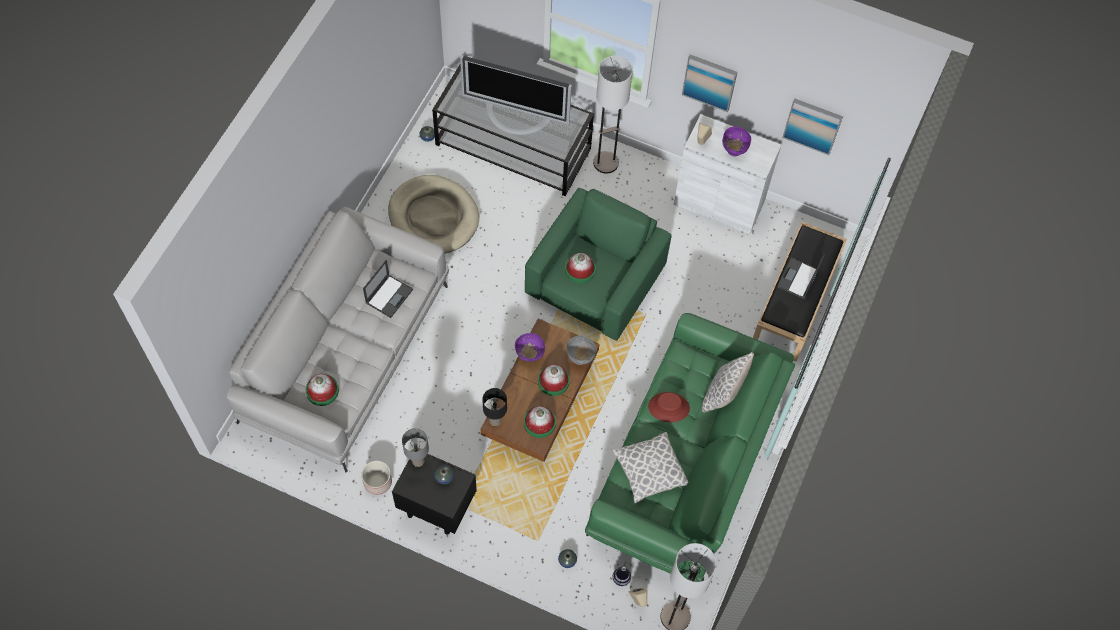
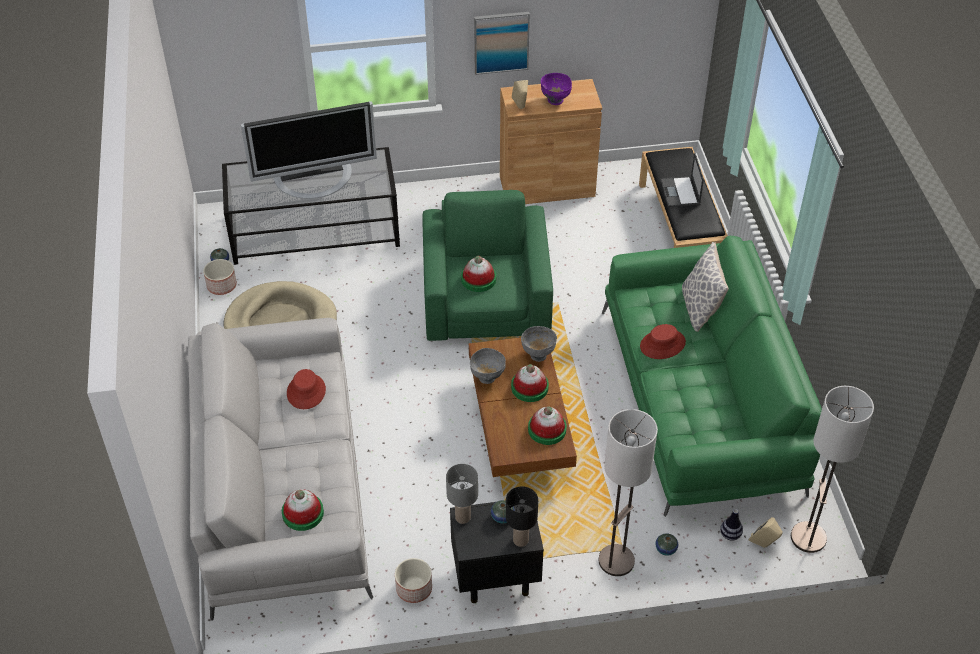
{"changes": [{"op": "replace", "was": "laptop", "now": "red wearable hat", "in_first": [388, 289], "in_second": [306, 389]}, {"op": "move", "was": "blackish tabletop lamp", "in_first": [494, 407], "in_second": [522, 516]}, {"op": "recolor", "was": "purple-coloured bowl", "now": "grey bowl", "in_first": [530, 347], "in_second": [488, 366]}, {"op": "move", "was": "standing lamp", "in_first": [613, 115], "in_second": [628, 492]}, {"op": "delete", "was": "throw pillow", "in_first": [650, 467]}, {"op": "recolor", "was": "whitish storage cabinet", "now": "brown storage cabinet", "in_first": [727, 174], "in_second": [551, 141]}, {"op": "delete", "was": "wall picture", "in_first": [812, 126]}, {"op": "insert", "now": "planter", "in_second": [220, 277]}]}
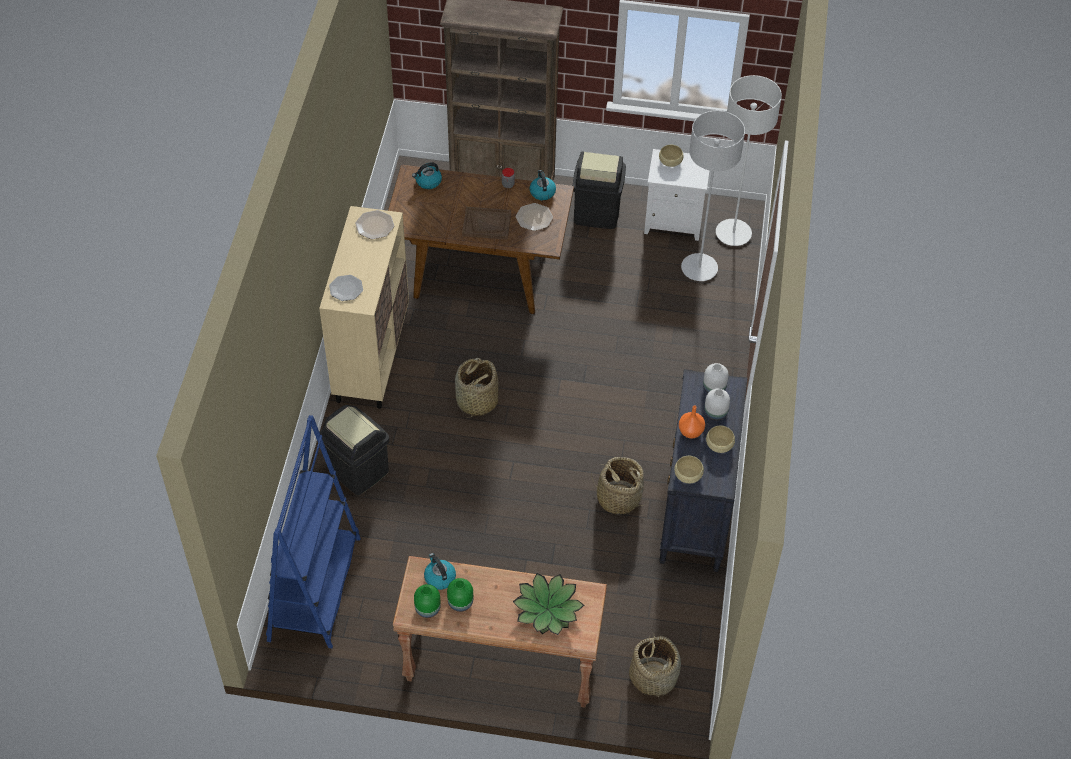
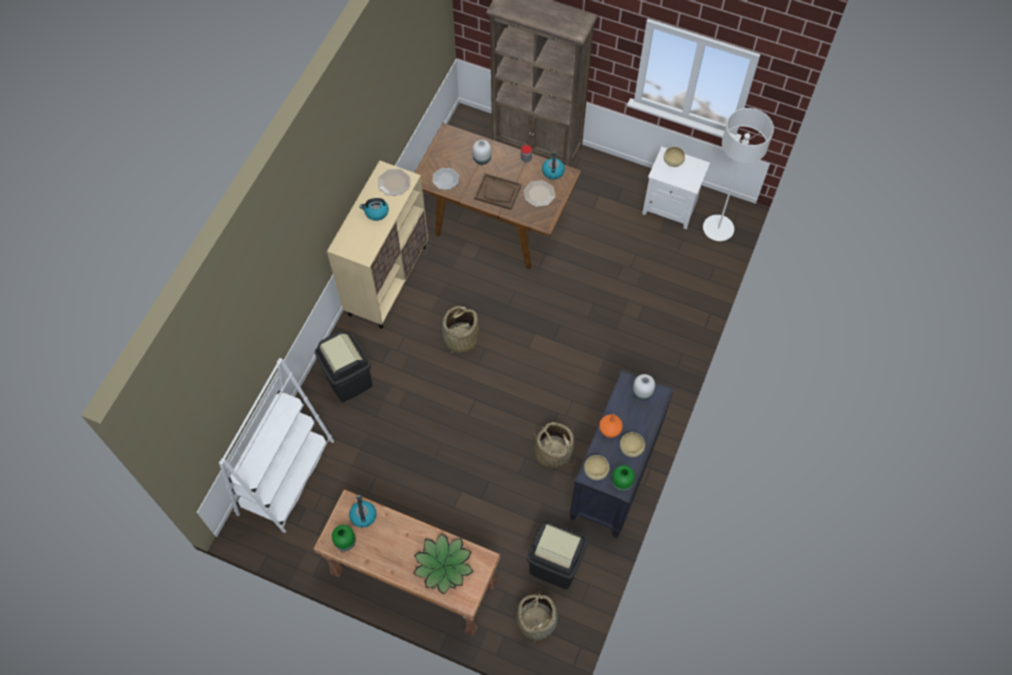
{"changes": [{"op": "recolor", "was": "blue shelving unit", "now": "whitish shelving unit", "in_first": [313, 531], "in_second": [276, 445]}, {"op": "move", "was": "flat dish", "in_first": [346, 288], "in_second": [445, 179]}, {"op": "move", "was": "water kettle", "in_first": [427, 175], "in_second": [374, 209]}, {"op": "move", "was": "greenish decorative vase", "in_first": [460, 595], "in_second": [623, 478]}, {"op": "move", "was": "blackish trash can", "in_first": [599, 190], "in_second": [557, 555]}, {"op": "delete", "was": "grey standing lamp", "in_first": [713, 195]}, {"op": "move", "was": "whitish decorative vase", "in_first": [717, 404], "in_second": [482, 152]}]}
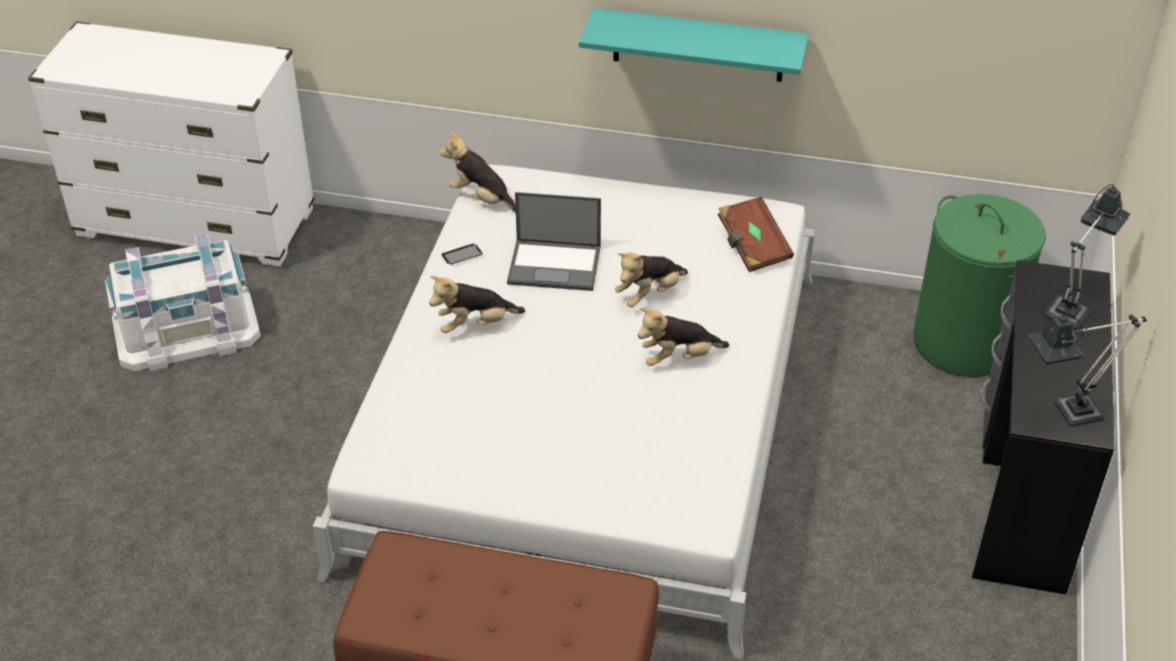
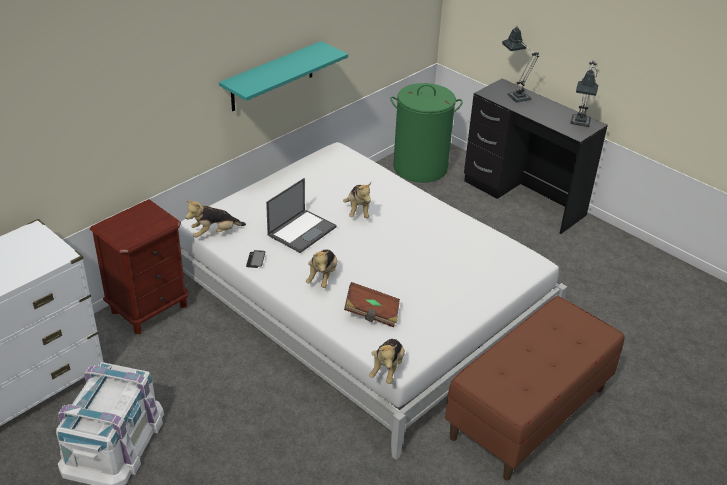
{"changes": [{"op": "move", "was": "cuddly toy", "in_first": [683, 337], "in_second": [387, 361]}, {"op": "move", "was": "brown bound book", "in_first": [756, 234], "in_second": [372, 304]}, {"op": "insert", "now": "brown bedside table", "in_second": [139, 266]}]}
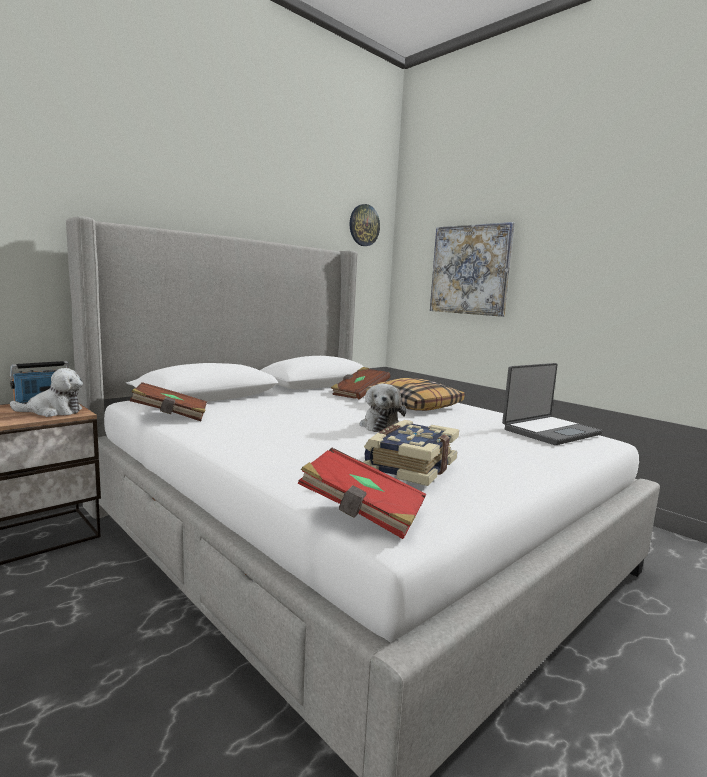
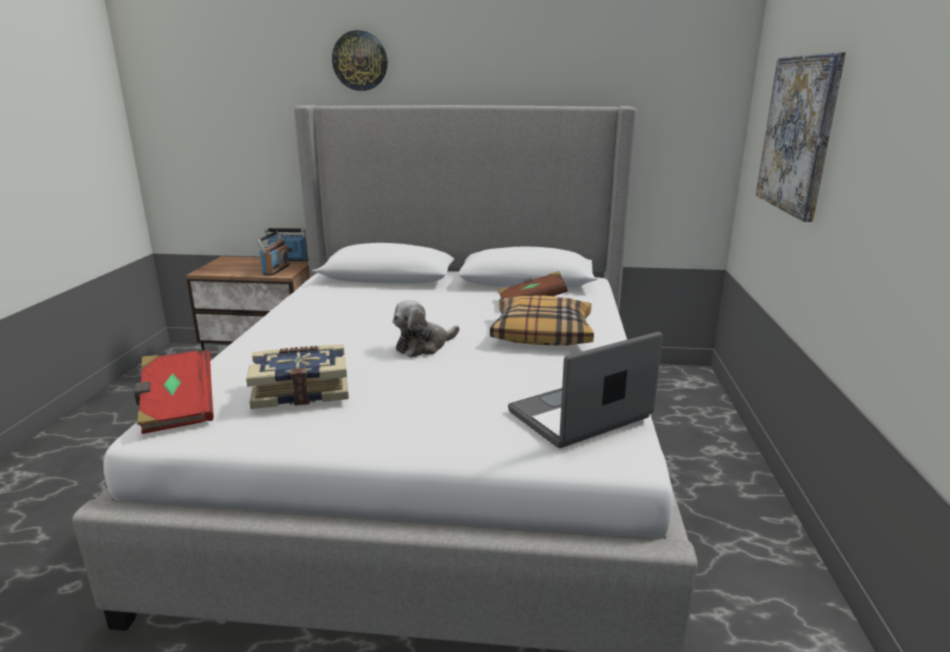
{"changes": [{"op": "replace", "was": "cuddly toy", "now": "radio receiver", "in_first": [46, 392], "in_second": [273, 253]}, {"op": "delete", "was": "brown bound book", "in_first": [168, 401]}, {"op": "move", "was": "hanging clock", "in_first": [365, 225], "in_second": [360, 60]}, {"op": "rotate", "was": "laptop", "in_first": [552, 404], "in_second": [585, 390], "clockwise": 135}]}
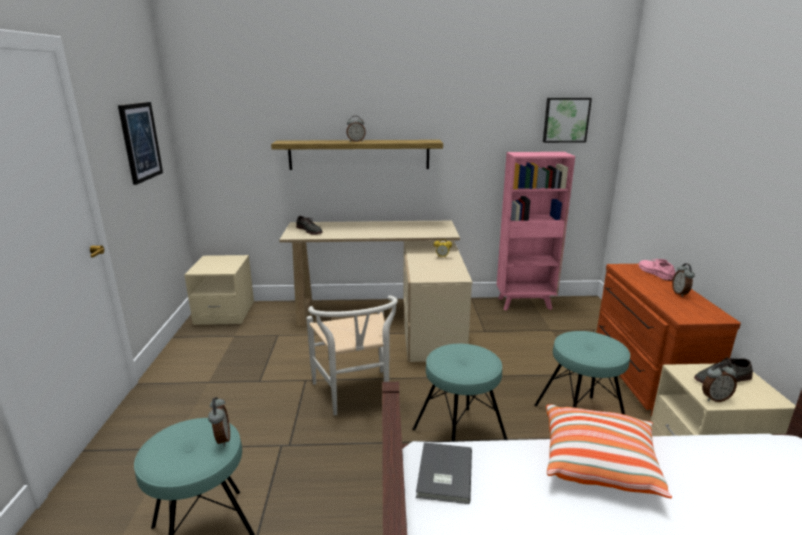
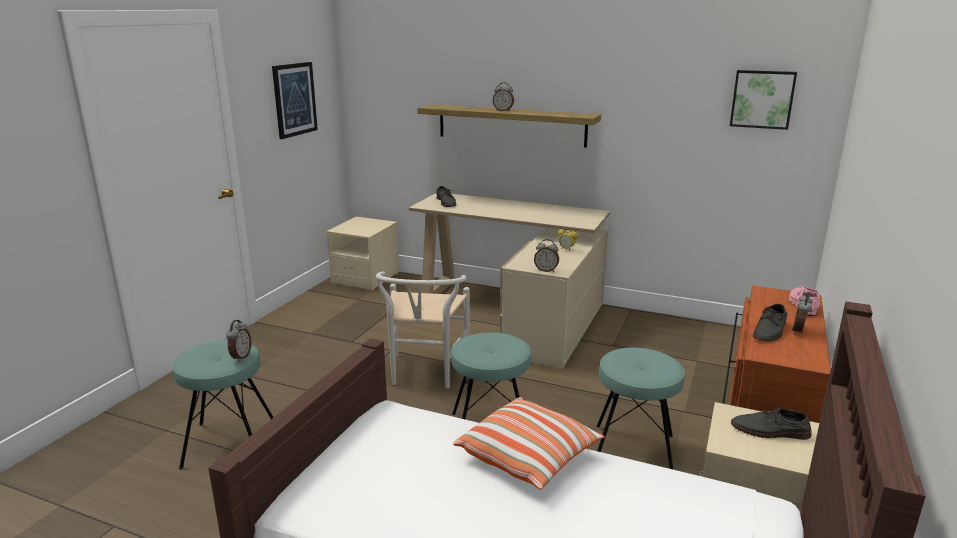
{"changes": [{"op": "delete", "was": "grey bound book", "in_first": [444, 473]}, {"op": "delete", "was": "pink-coloured shelving unit", "in_first": [536, 231]}, {"op": "move", "was": "bedside clock", "in_first": [719, 382], "in_second": [546, 255]}, {"op": "insert", "now": "grey item of footwear", "in_second": [770, 323]}]}
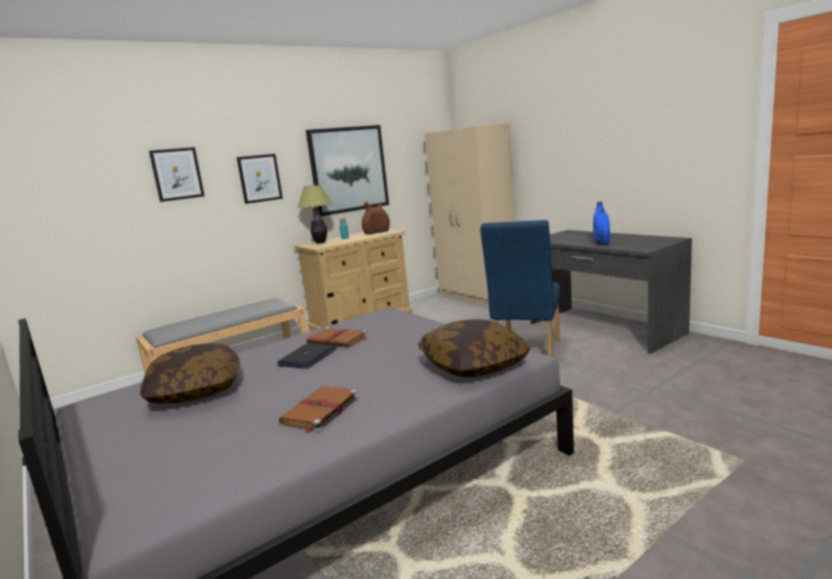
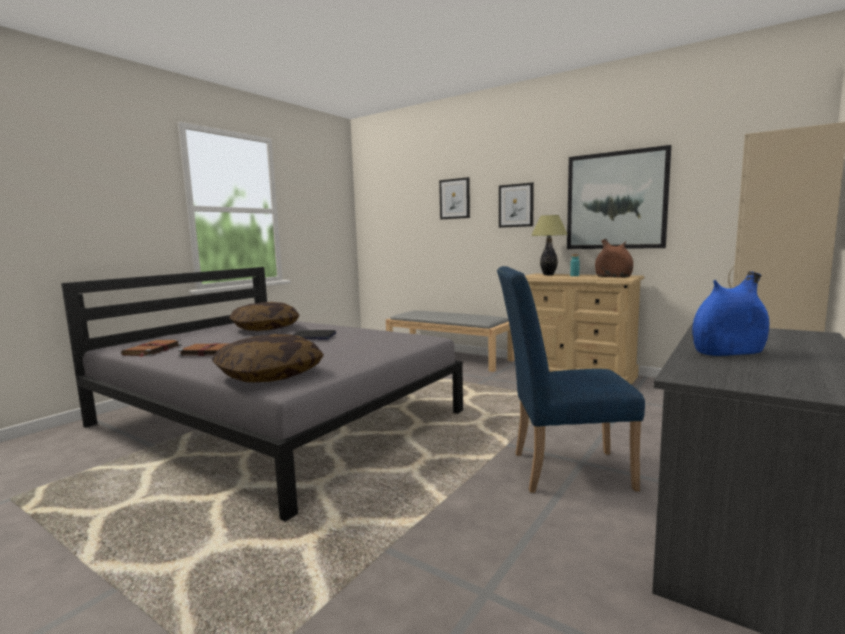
{"changes": [{"op": "move", "was": "brown bound book", "in_first": [337, 337], "in_second": [151, 348]}]}
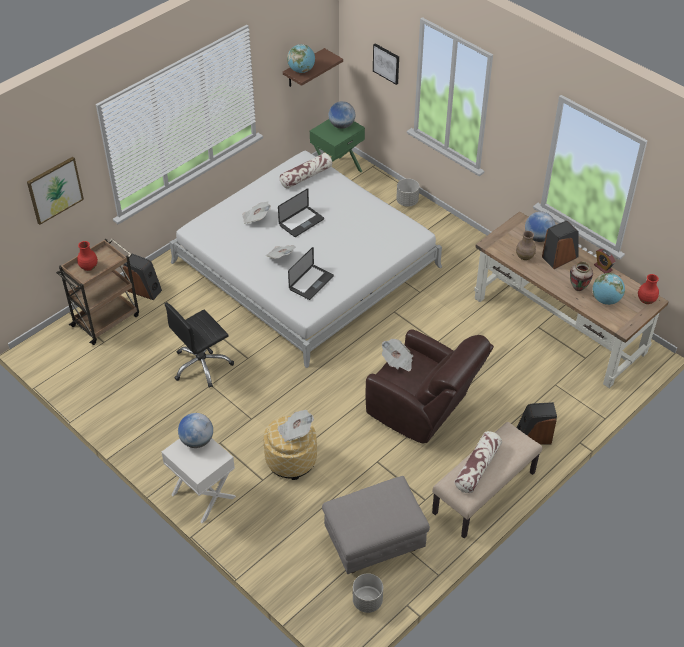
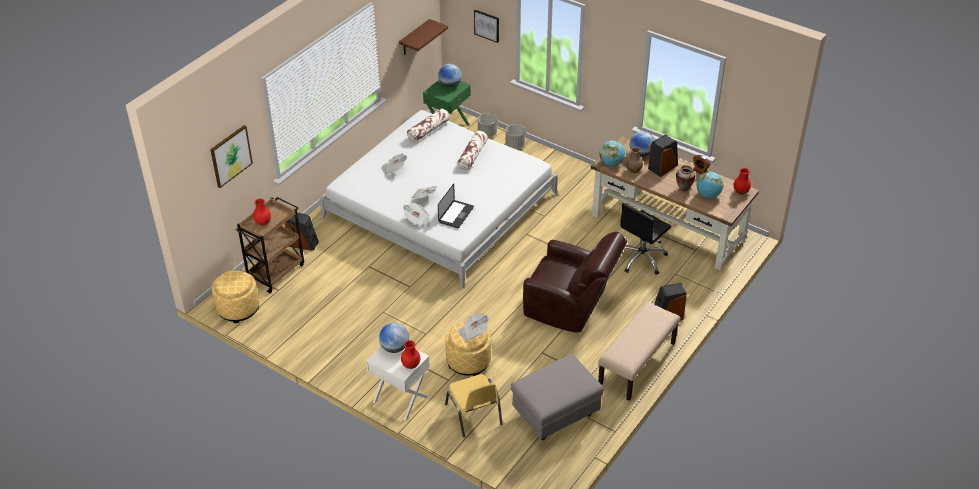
{"changes": [{"op": "move", "was": "blackish computer chair", "in_first": [199, 345], "in_second": [645, 239]}, {"op": "delete", "was": "laptop", "in_first": [301, 212]}, {"op": "move", "was": "world globe", "in_first": [301, 58], "in_second": [612, 153]}, {"op": "move", "was": "grey planter", "in_first": [368, 593], "in_second": [487, 125]}, {"op": "move", "was": "newspaper", "in_first": [397, 355], "in_second": [416, 215]}, {"op": "move", "was": "throw pillow", "in_first": [478, 462], "in_second": [472, 150]}, {"op": "insert", "now": "pouffe", "in_second": [235, 296]}, {"op": "insert", "now": "red decorative vase", "in_second": [411, 354]}, {"op": "insert", "now": "yellow upright chair", "in_second": [474, 405]}]}
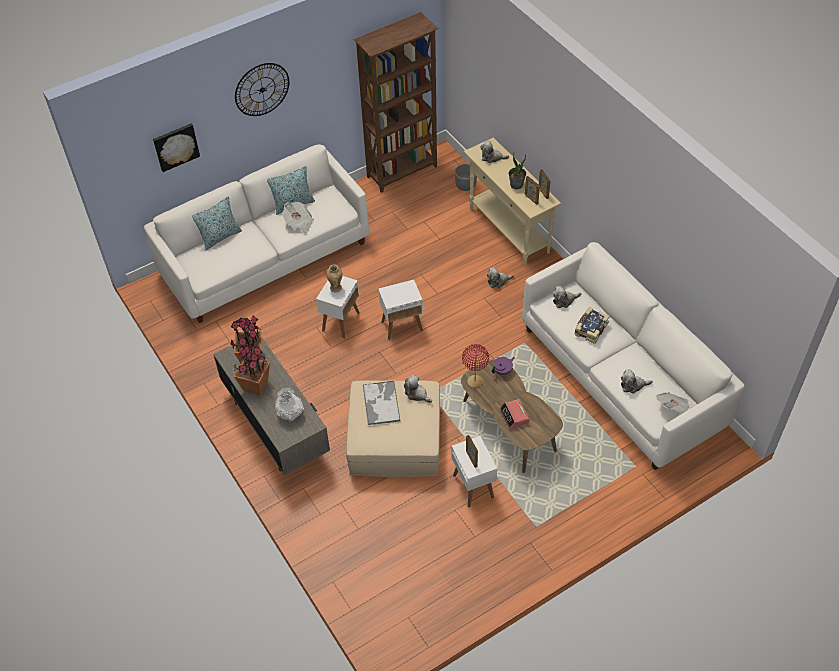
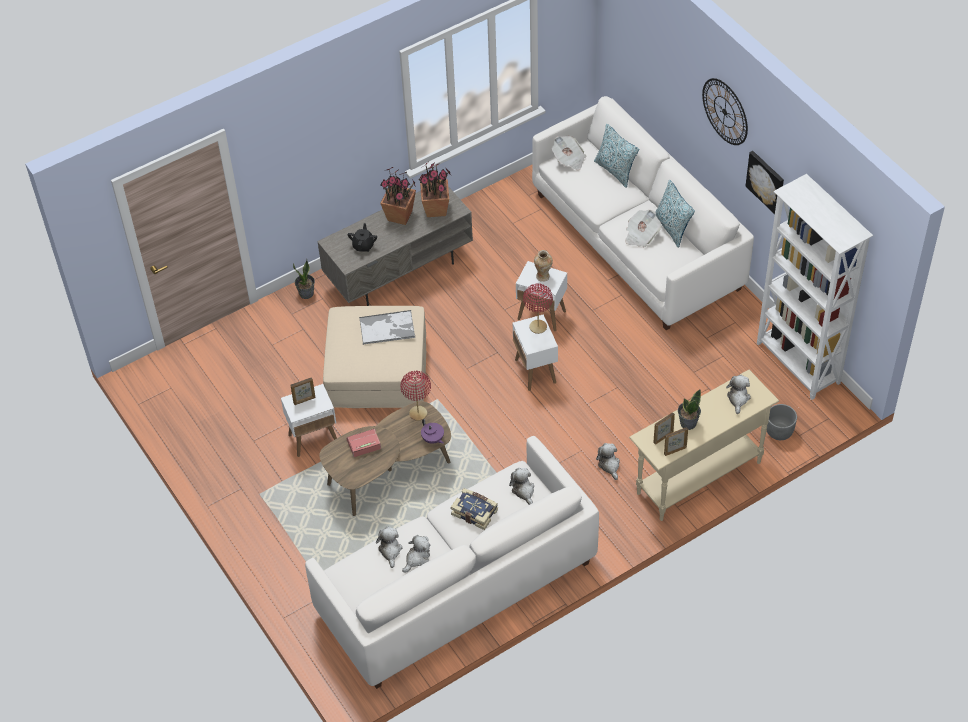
{"changes": [{"op": "move", "was": "wall picture", "in_first": [176, 148], "in_second": [765, 182]}, {"op": "replace", "was": "whitish decorative vase", "now": "blackish pot for tea", "in_first": [289, 404], "in_second": [362, 237]}, {"op": "recolor", "was": "brown shelving unit", "now": "whitish shelving unit", "in_first": [396, 102], "in_second": [815, 287]}, {"op": "move", "was": "cuddly toy", "in_first": [418, 389], "in_second": [416, 554]}, {"op": "move", "was": "newspaper", "in_first": [672, 402], "in_second": [569, 153]}, {"op": "insert", "now": "houseplant", "in_second": [304, 279]}, {"op": "insert", "now": "red tabletop lamp", "in_second": [538, 308]}]}
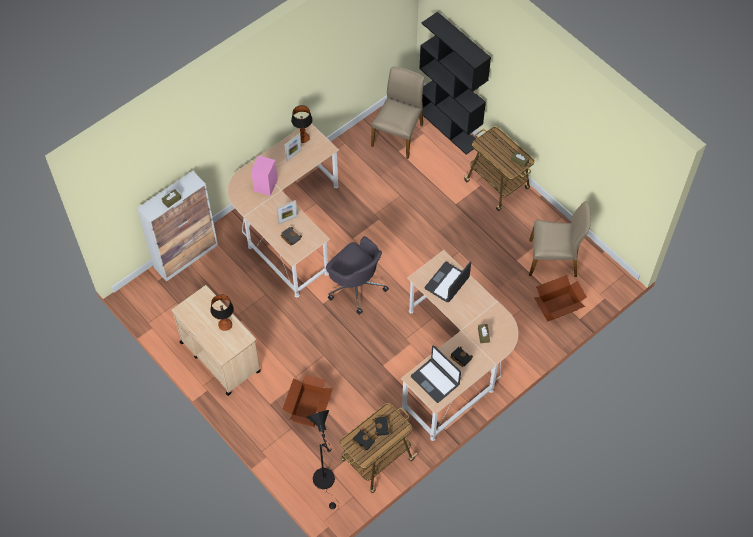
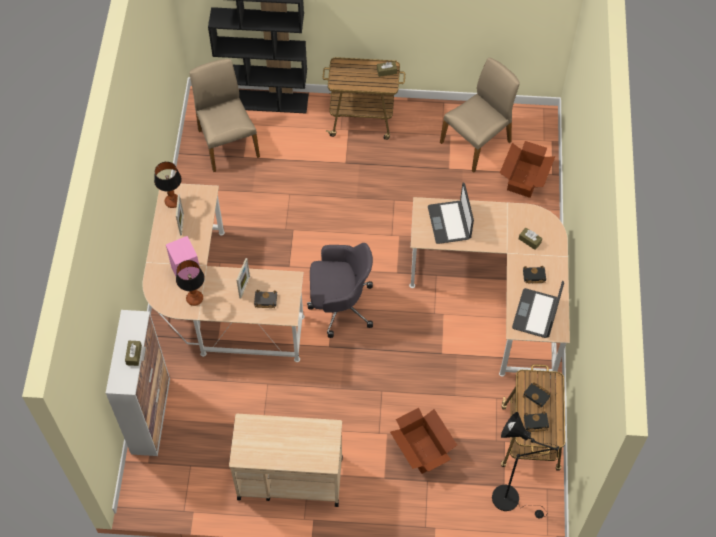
{"changes": [{"op": "move", "was": "tabletop lamp", "in_first": [222, 312], "in_second": [190, 283]}, {"op": "rotate", "was": "laptop", "in_first": [436, 374], "in_second": [538, 309], "clockwise": 105}]}
